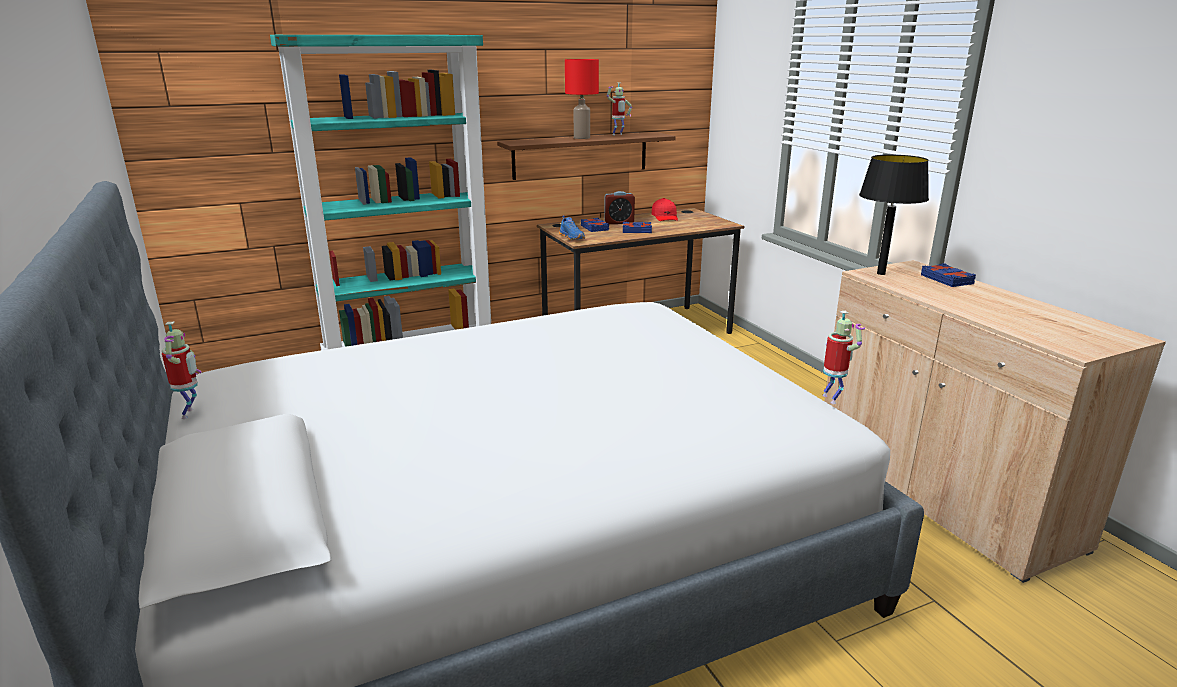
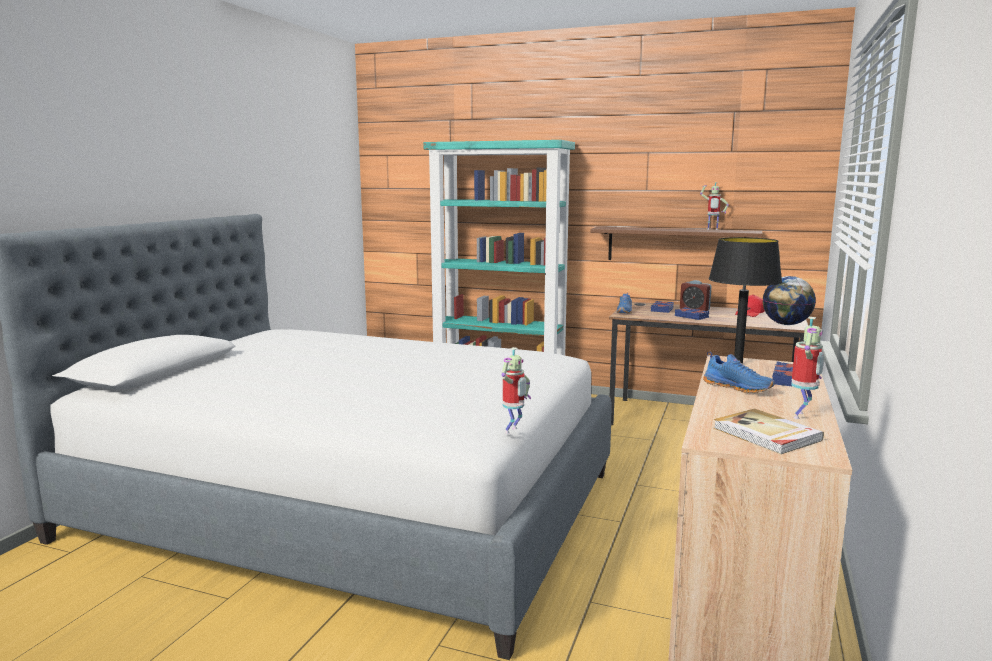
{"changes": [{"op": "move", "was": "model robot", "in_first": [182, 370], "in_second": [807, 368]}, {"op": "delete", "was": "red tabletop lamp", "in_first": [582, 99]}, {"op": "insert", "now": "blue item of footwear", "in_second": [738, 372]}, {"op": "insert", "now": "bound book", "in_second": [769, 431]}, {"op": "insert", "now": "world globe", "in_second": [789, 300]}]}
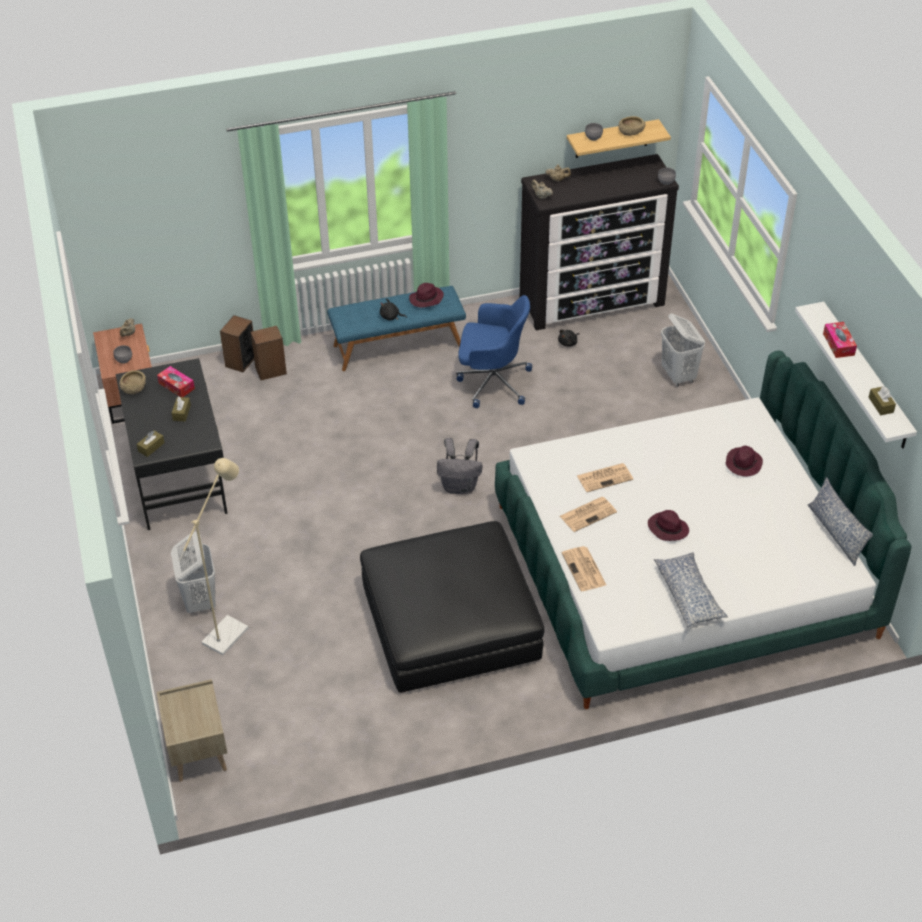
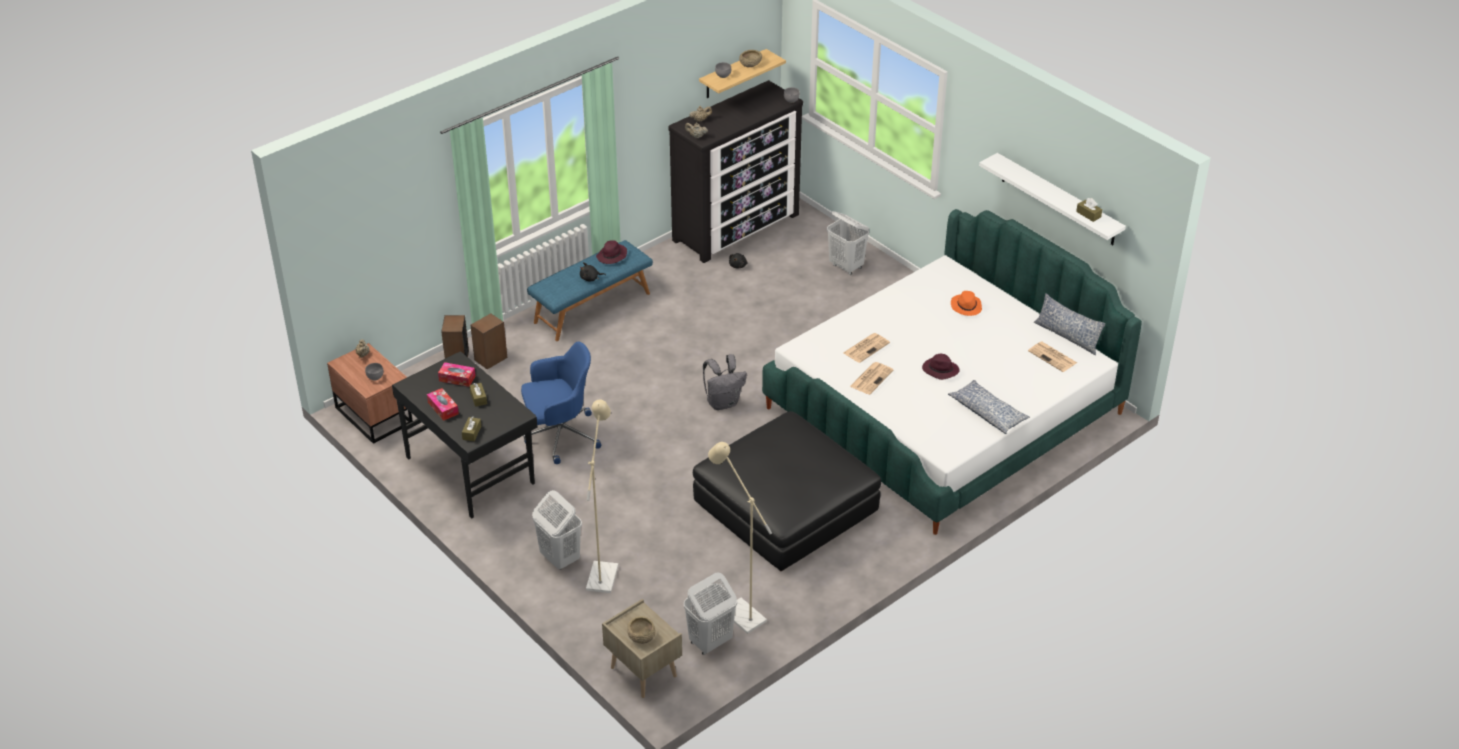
{"changes": [{"op": "move", "was": "beige-coloured bowl", "in_first": [132, 382], "in_second": [641, 630]}, {"op": "move", "was": "blue computer chair", "in_first": [494, 351], "in_second": [561, 403]}, {"op": "move", "was": "newspaper", "in_first": [584, 568], "in_second": [1052, 356]}, {"op": "recolor", "was": "purple-coloured wearable hat", "now": "orange wearable hat", "in_first": [744, 461], "in_second": [966, 303]}, {"op": "move", "was": "tissue box", "in_first": [840, 340], "in_second": [443, 404]}, {"op": "insert", "now": "whitish hamper", "in_second": [710, 614]}, {"op": "insert", "now": "beige-coloured standing lamp", "in_second": [740, 538]}]}
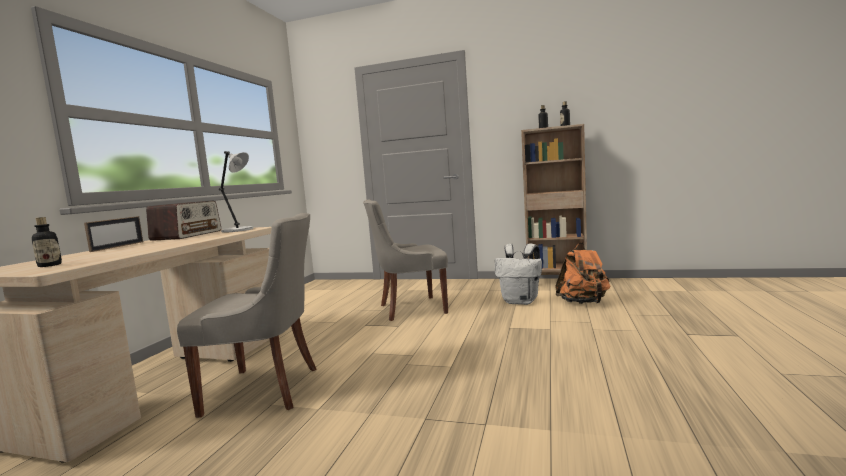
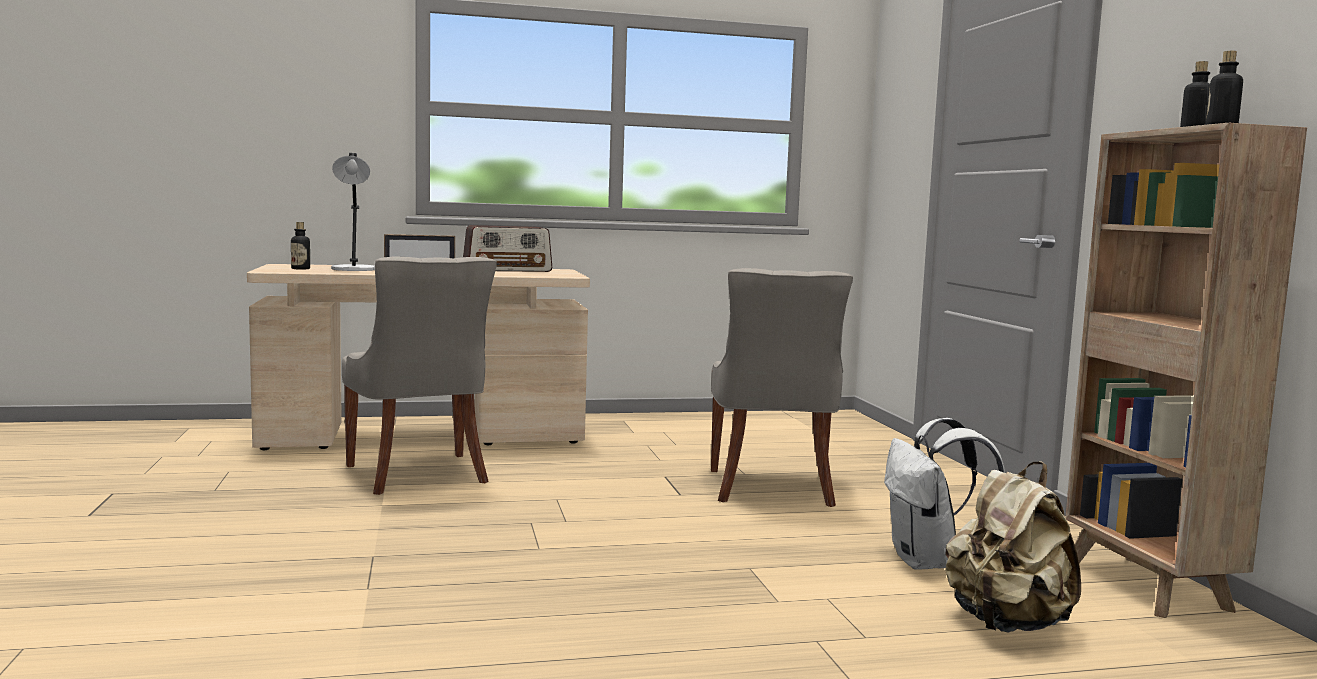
{"changes": [{"op": "move", "was": "grey tabletop lamp", "in_first": [236, 192], "in_second": [353, 212]}, {"op": "rotate", "was": "grey upright chair", "in_first": [405, 260], "in_second": [782, 387], "clockwise": -135}, {"op": "recolor", "was": "orange knapsack", "now": "beige-coloured knapsack", "in_first": [582, 273], "in_second": [1013, 547]}]}
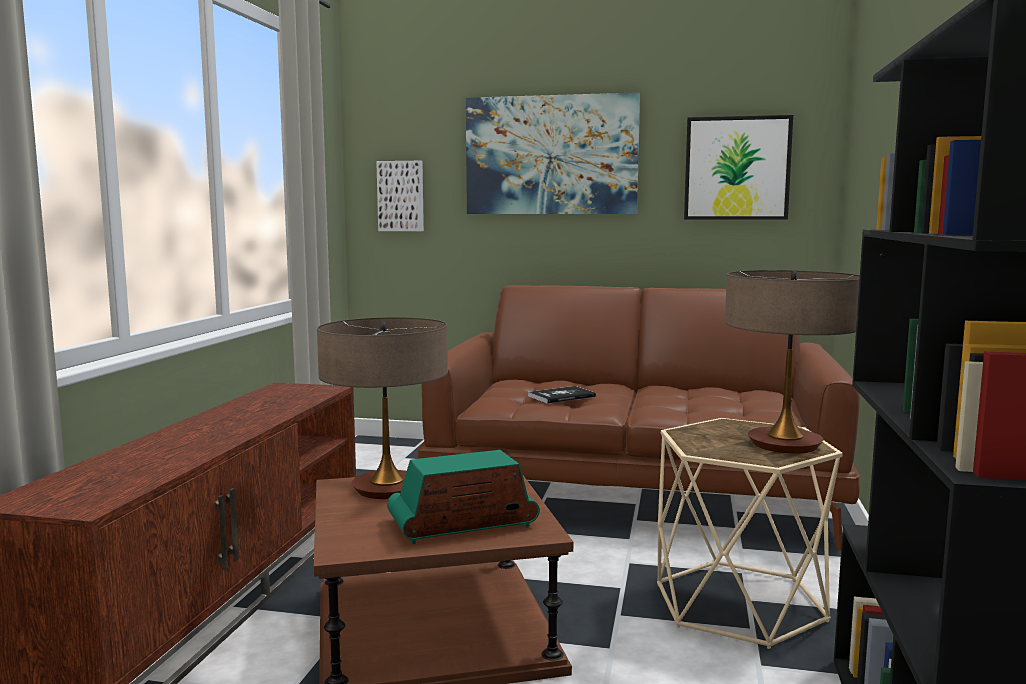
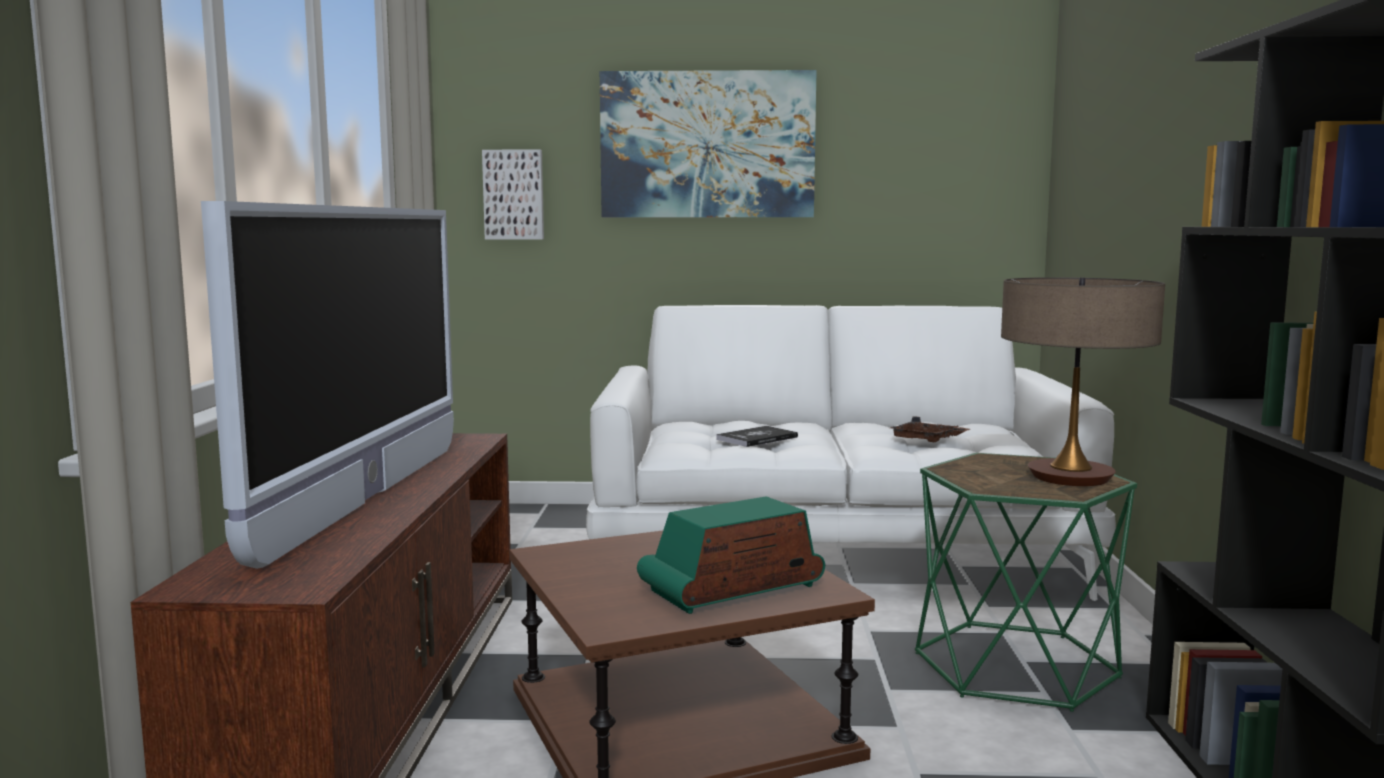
{"changes": [{"op": "delete", "was": "tabletop lamp", "in_first": [382, 408]}, {"op": "recolor", "was": "brown settee", "now": "whitish settee", "in_first": [638, 417], "in_second": [851, 453]}, {"op": "recolor", "was": "beige-coloured end table", "now": "greenish end table", "in_first": [750, 533], "in_second": [1026, 582]}, {"op": "delete", "was": "wall picture", "in_first": [738, 167]}, {"op": "insert", "now": "television", "in_second": [327, 385]}, {"op": "insert", "now": "brown tray", "in_second": [930, 429]}]}
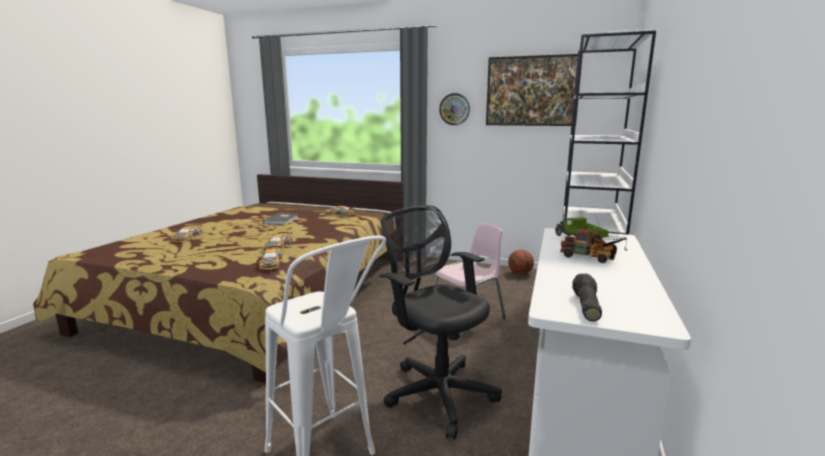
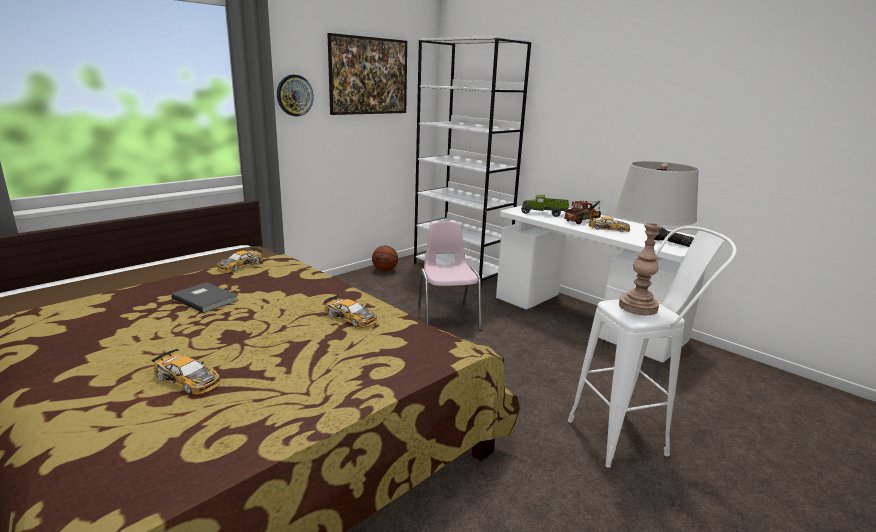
{"changes": [{"op": "move", "was": "miniature car", "in_first": [271, 258], "in_second": [609, 223]}, {"op": "delete", "was": "blackish computer chair", "in_first": [440, 322]}, {"op": "insert", "now": "grey tabletop lamp", "in_second": [657, 238]}]}
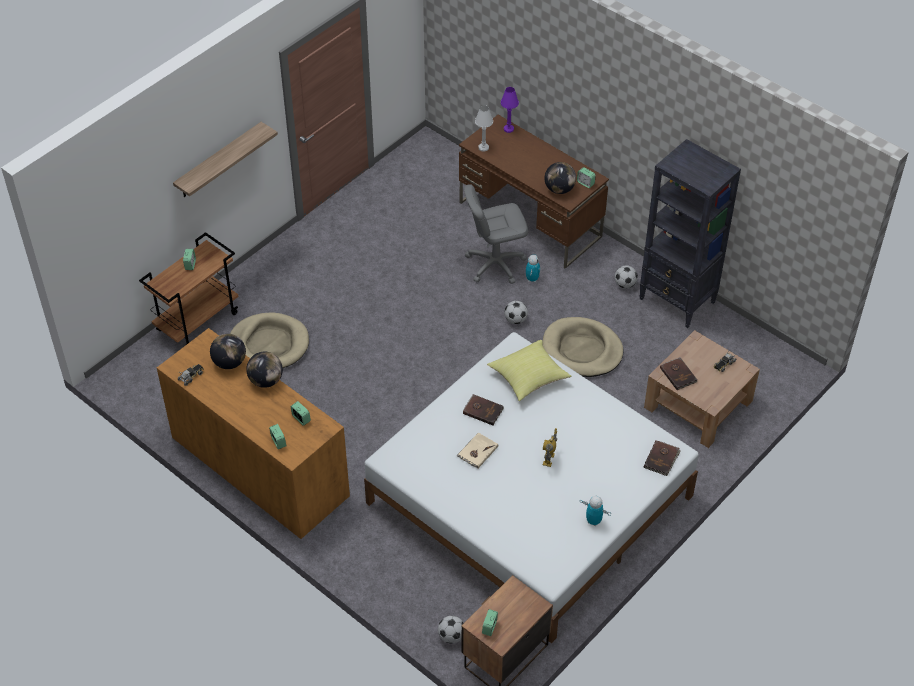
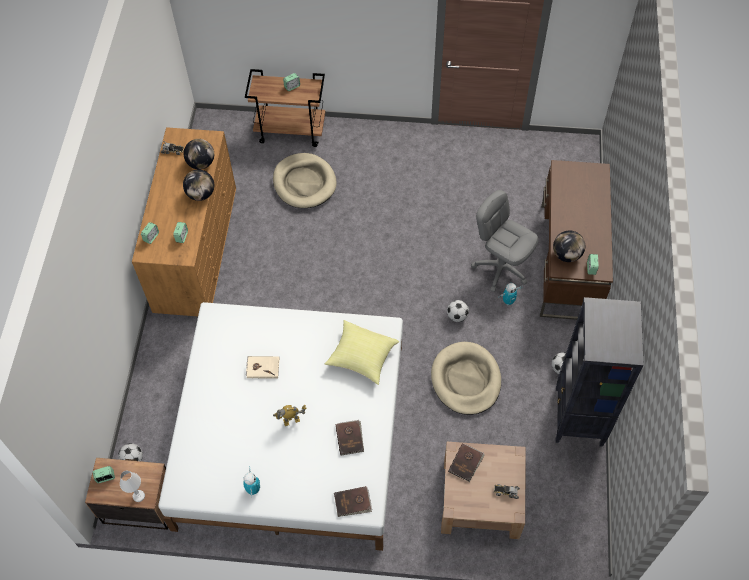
{"changes": [{"op": "delete", "was": "shelf", "in_first": [225, 159]}, {"op": "move", "was": "brown bound book", "in_first": [483, 409], "in_second": [350, 437]}, {"op": "move", "was": "whitish tabletop lamp", "in_first": [484, 128], "in_second": [132, 486]}, {"op": "delete", "was": "purple-coloured tabletop lamp", "in_first": [510, 110]}]}
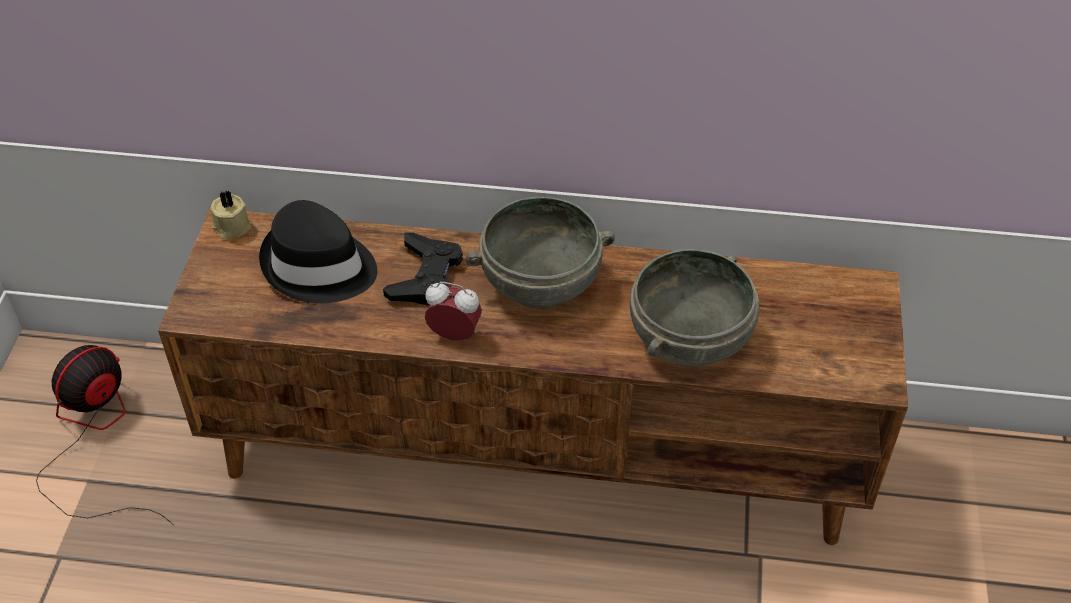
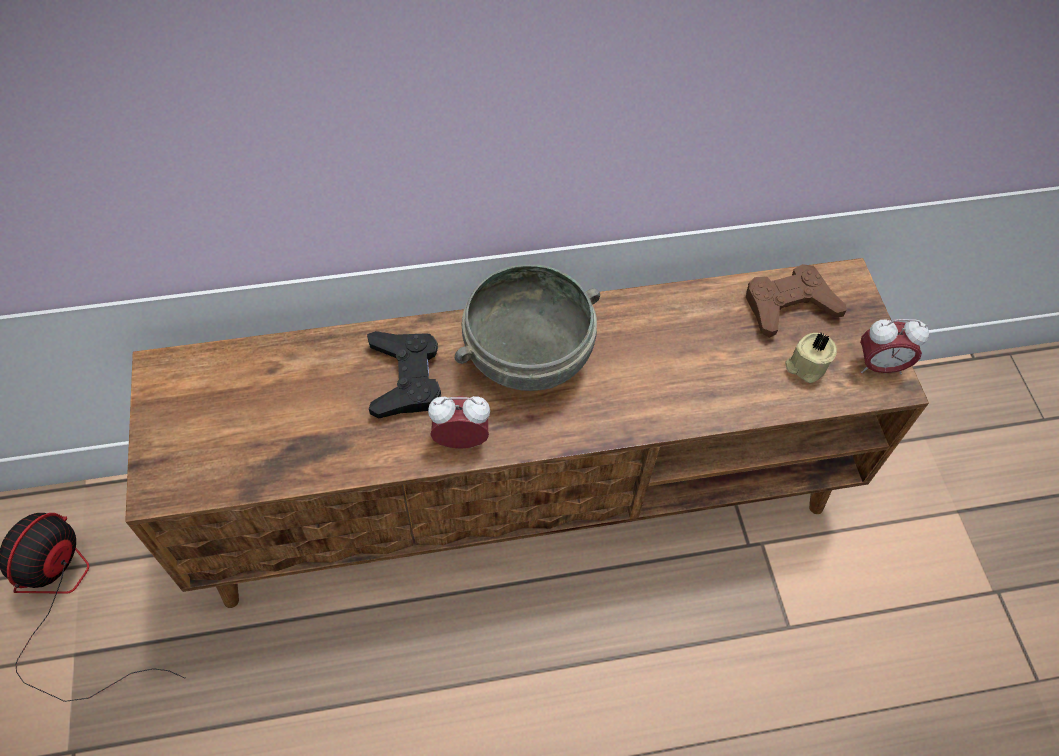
{"changes": [{"op": "move", "was": "beige-coloured wax candle", "in_first": [230, 214], "in_second": [811, 358]}, {"op": "delete", "was": "blackish wearable hat", "in_first": [318, 251]}, {"op": "delete", "was": "grey bowl", "in_first": [694, 307]}, {"op": "insert", "now": "brown gamepad", "in_second": [796, 301]}, {"op": "insert", "now": "bedside clock", "in_second": [894, 346]}]}
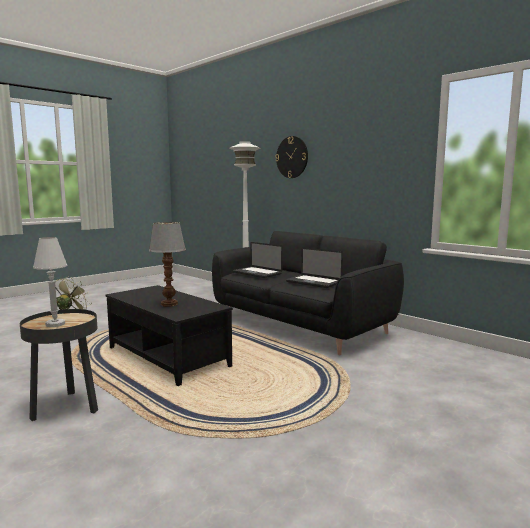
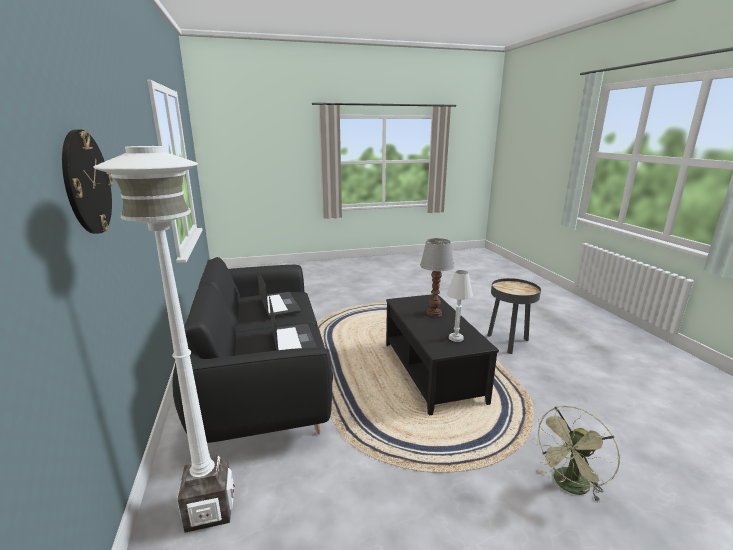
{"changes": [{"op": "move", "was": "whitish tabletop lamp", "in_first": [50, 282], "in_second": [460, 306]}]}
